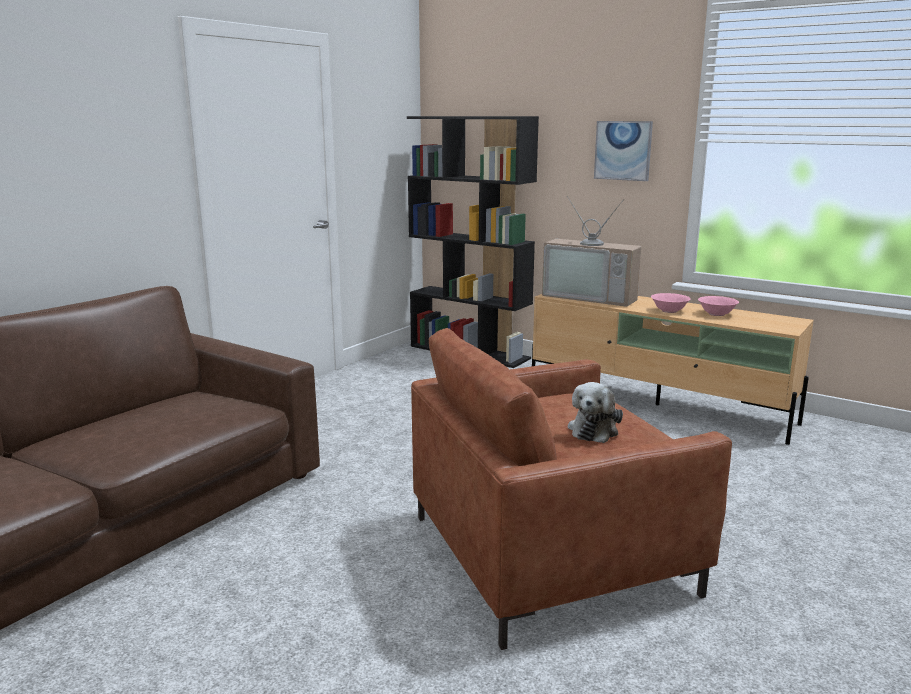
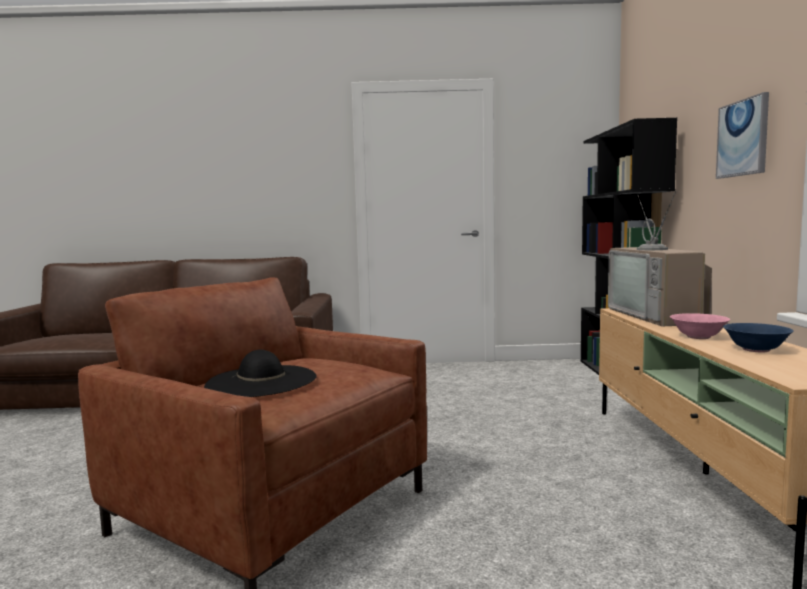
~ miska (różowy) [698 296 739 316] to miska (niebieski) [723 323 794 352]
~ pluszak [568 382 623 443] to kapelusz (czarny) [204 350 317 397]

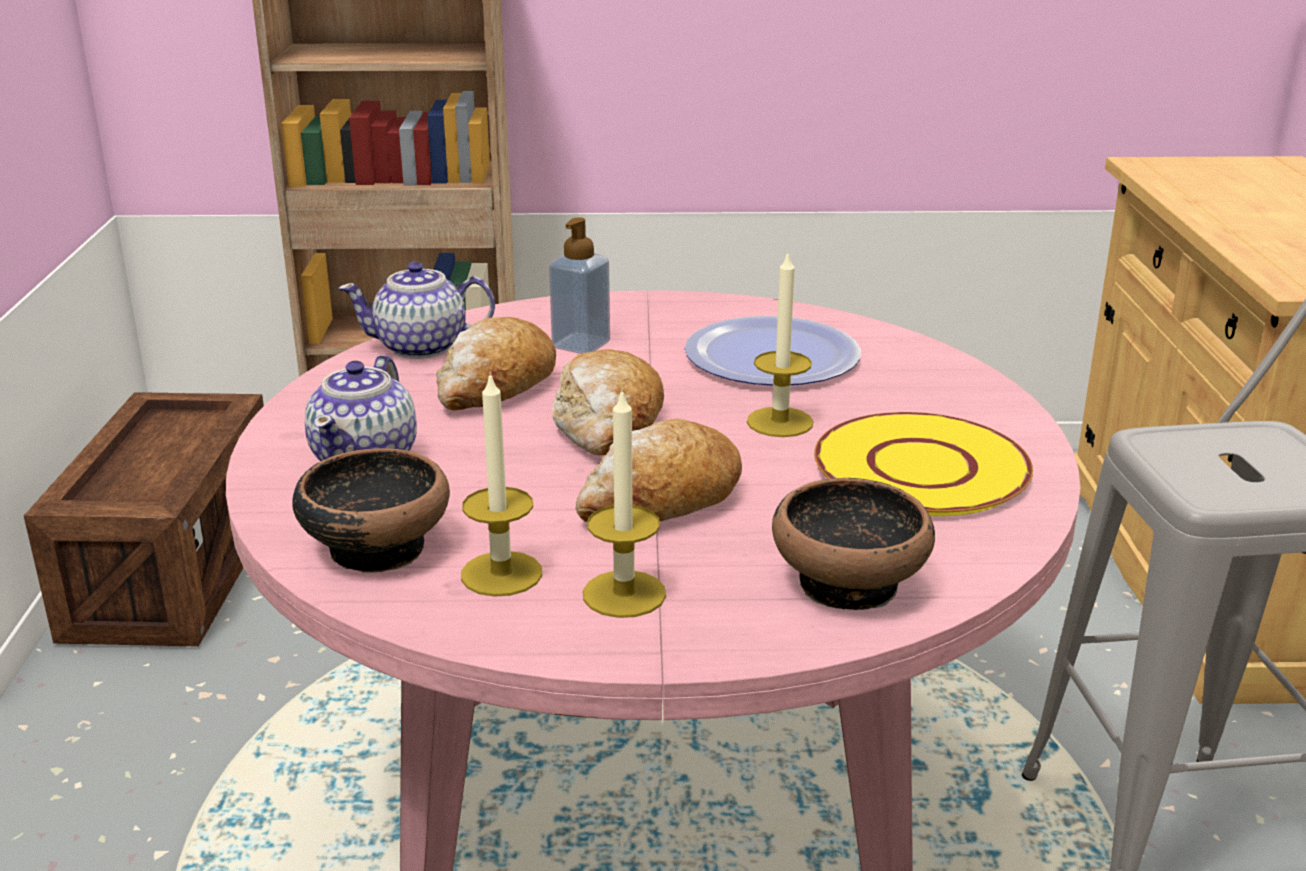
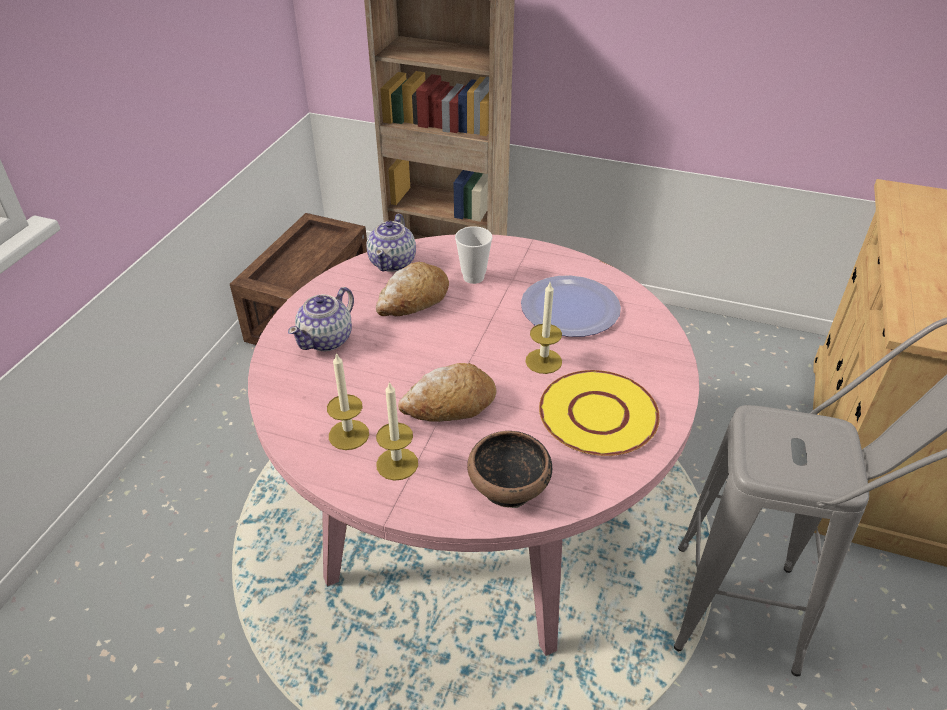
~ dozownik mydła [549 217 610 354] to filiżanka [455 226 493 284]
~ imbryk [338 261 495 359] = [366 214 416 272] 90 degrees counterclockwise
- chleb [553 350 664 455]
- miska [292 448 450 573]

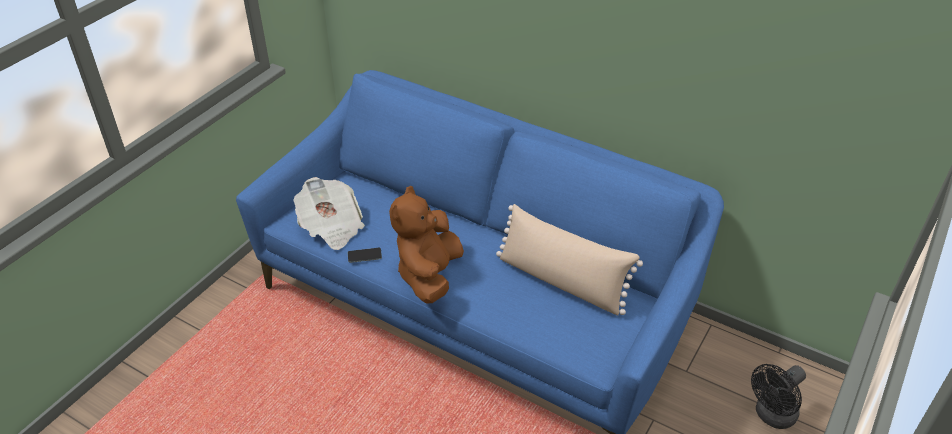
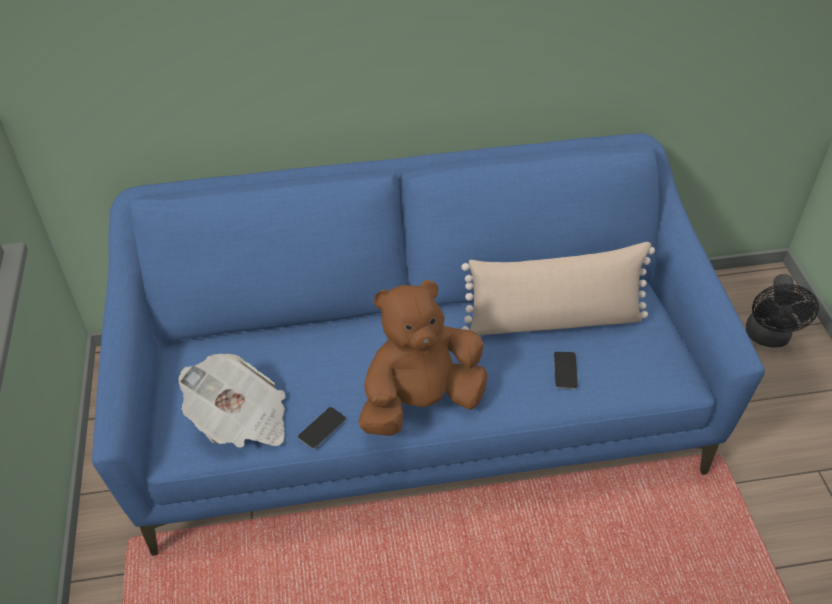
~ pluszak (brązowy) [389 186 464 304] = [358 280 488 436] 90 degrees clockwise
+ telefon [554 351 578 389]

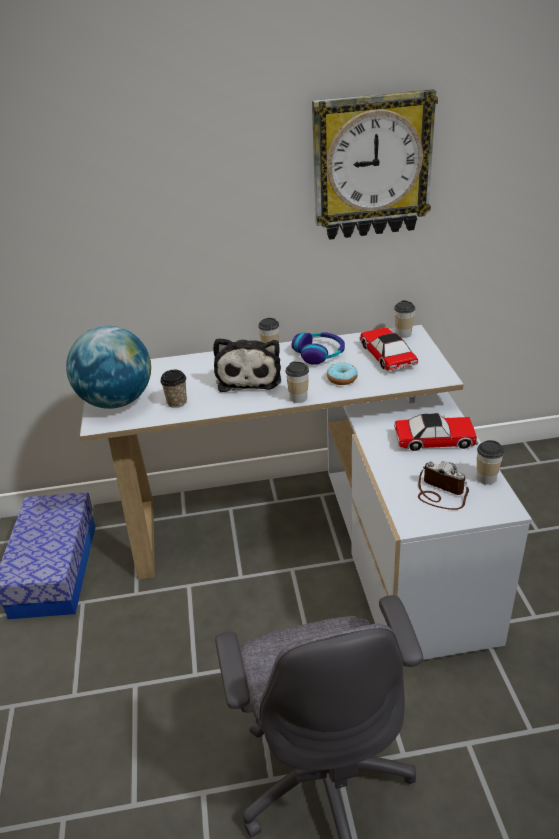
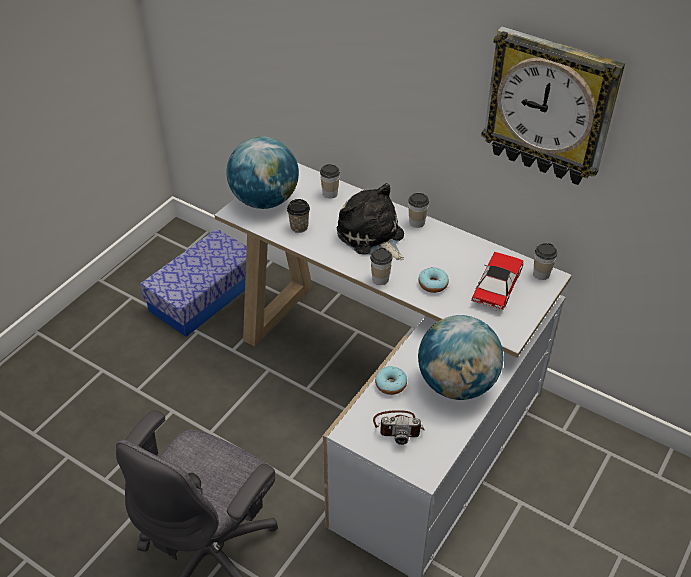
- słuchawki [291 332 345 365]
~ pluszak [213 338 281 392] = [337 183 404 260] 105 degrees clockwise
~ samochodzik [394 413 478 451] to globus [418 315 503 400]
~ filiżanka [477 440 504 485] to [320 164 340 198]
~ aparat fotograficzny [418 461 469 510] = [373 410 425 445] 105 degrees clockwise
+ donut [375 366 407 395]

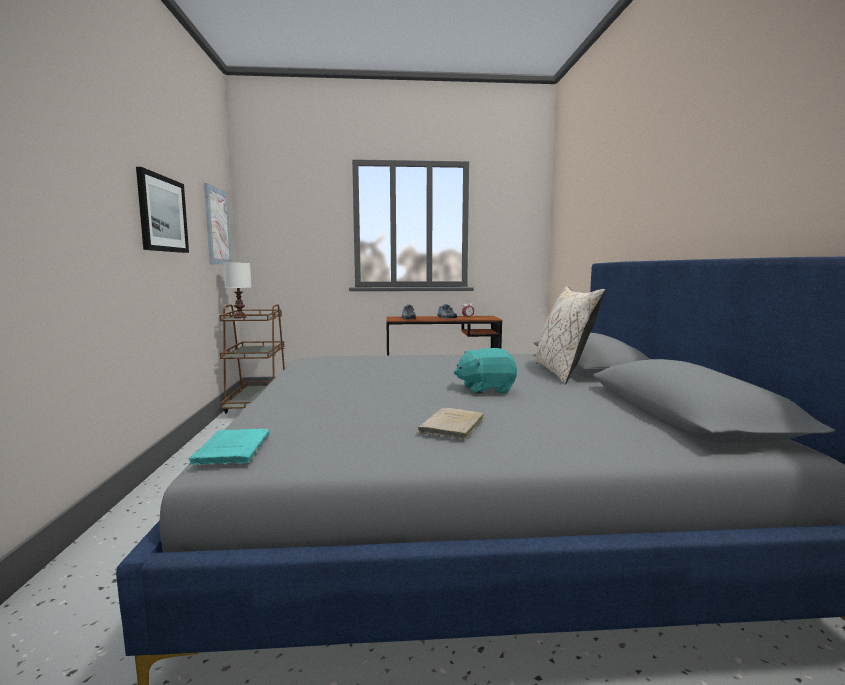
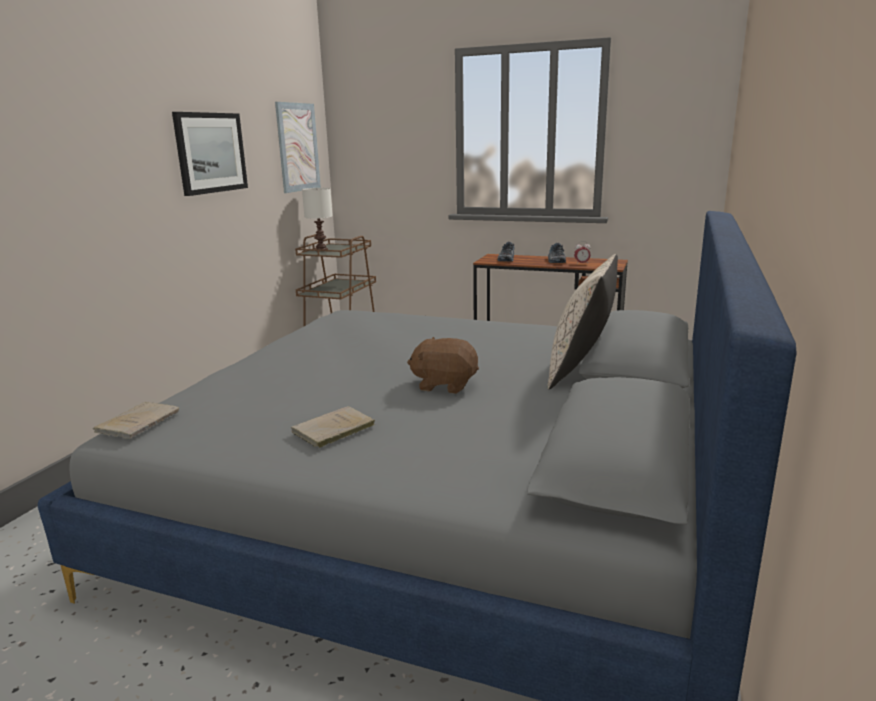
~ pluszak (turkusowy) [454 348 517 395] to pluszak (brązowy) [407 337 479 394]
~ książka (turkusowy) [188 428 269 465] to książka (beżowy) [93 402 179 439]

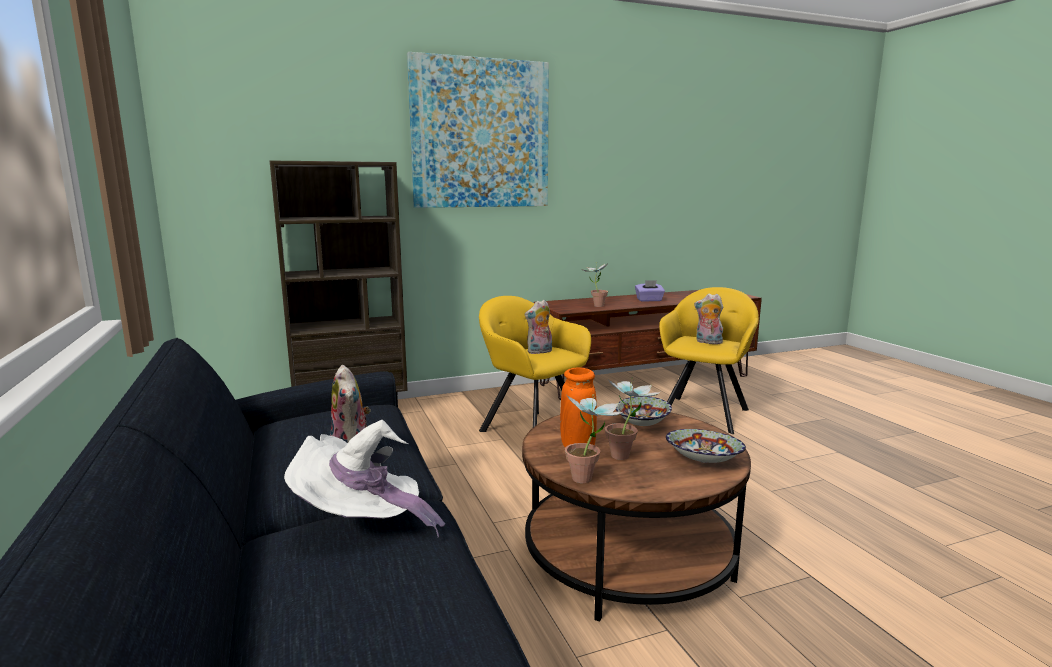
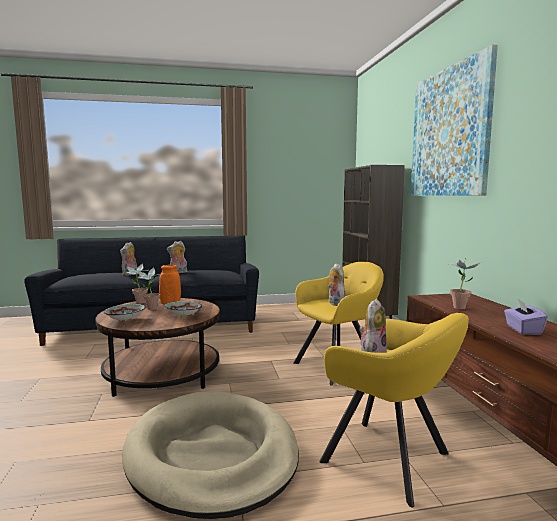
~ kapelusz (biały) [284 420 445 537] to pluszak [120 242 137 276]
+ legowisko (beżowy) [122 391 299 519]

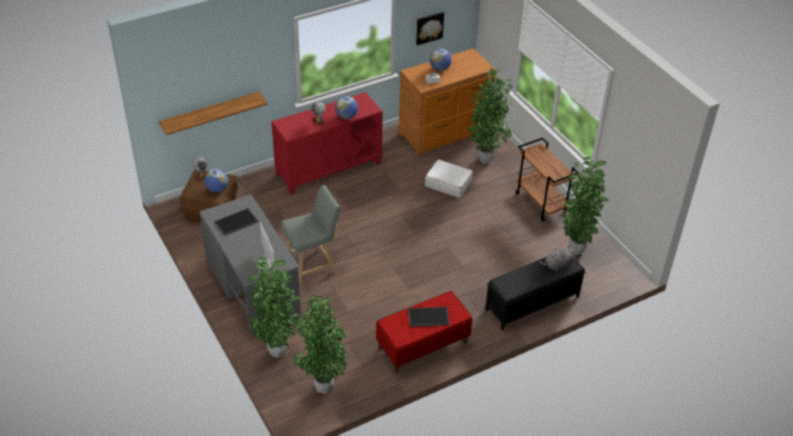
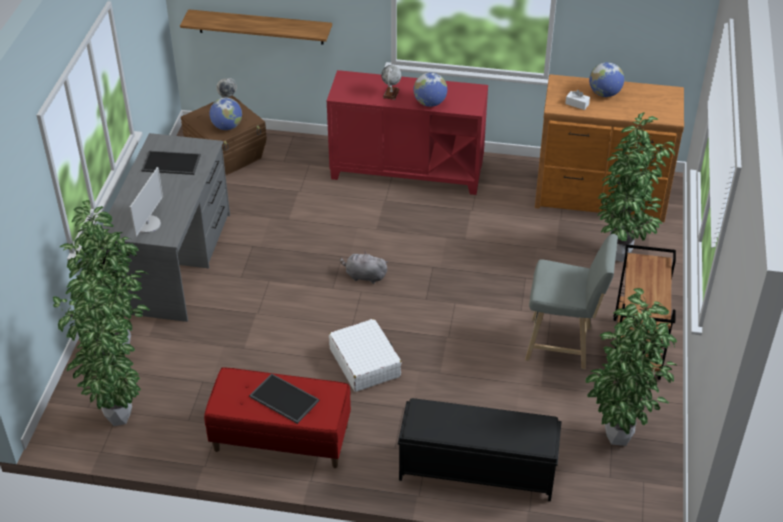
- obraz [416 12 444 45]
~ walizka (biały) [425 159 473 198] to [329 319 402 392]
~ stołek (szary) [281 185 340 286] to [525 234 618 369]
~ pluszak (szary) [539 248 575 272] to [340 251 388 284]

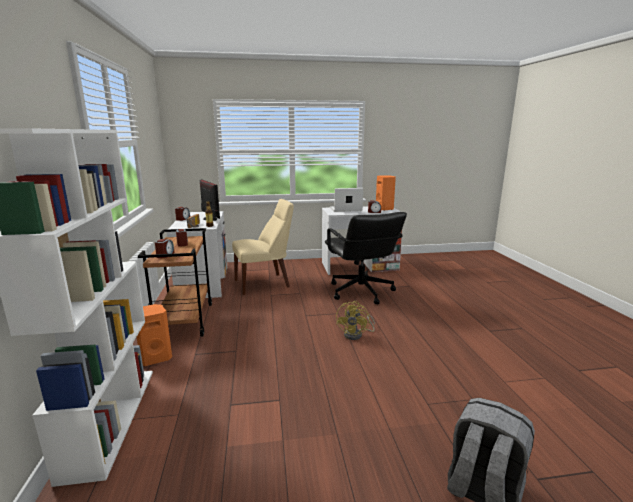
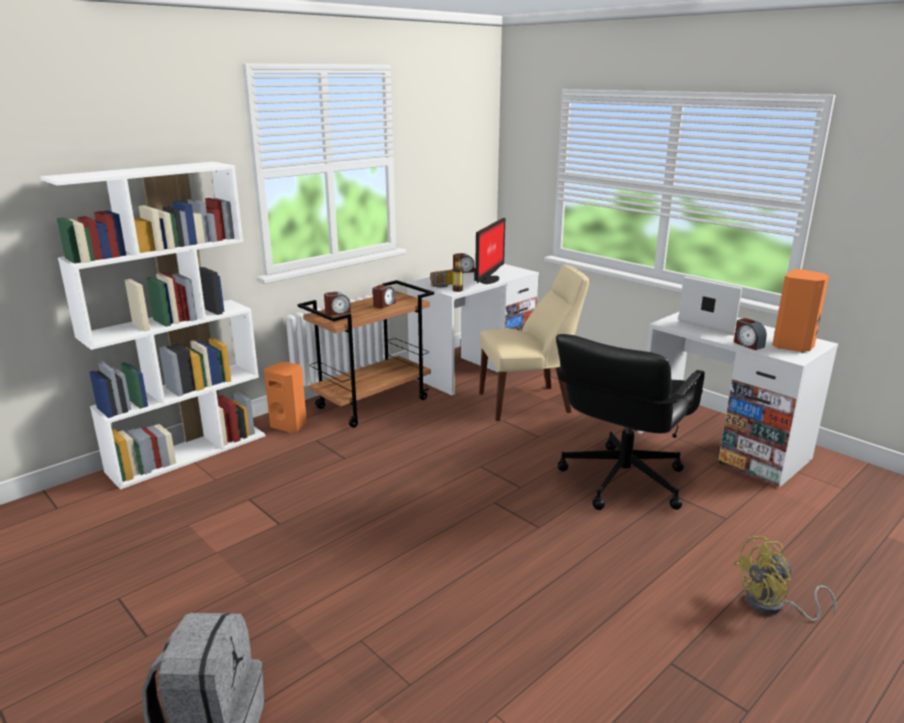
~ krzesło (beżowy) [232 199 294 295] = [479 264 589 421] 45 degrees counterclockwise
~ wentylator (żółty) [336 301 375 340] to [733 536 836 622]

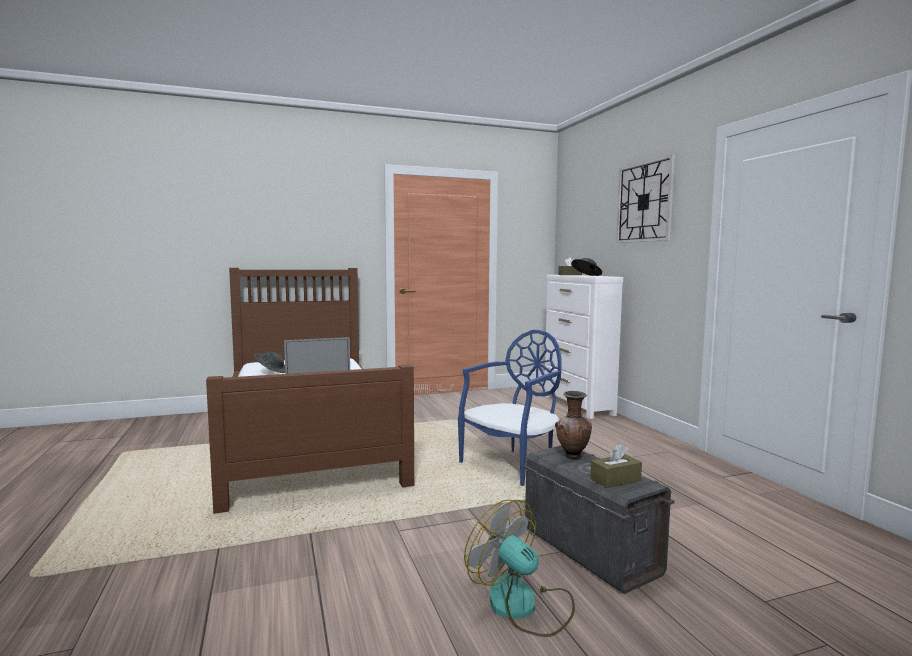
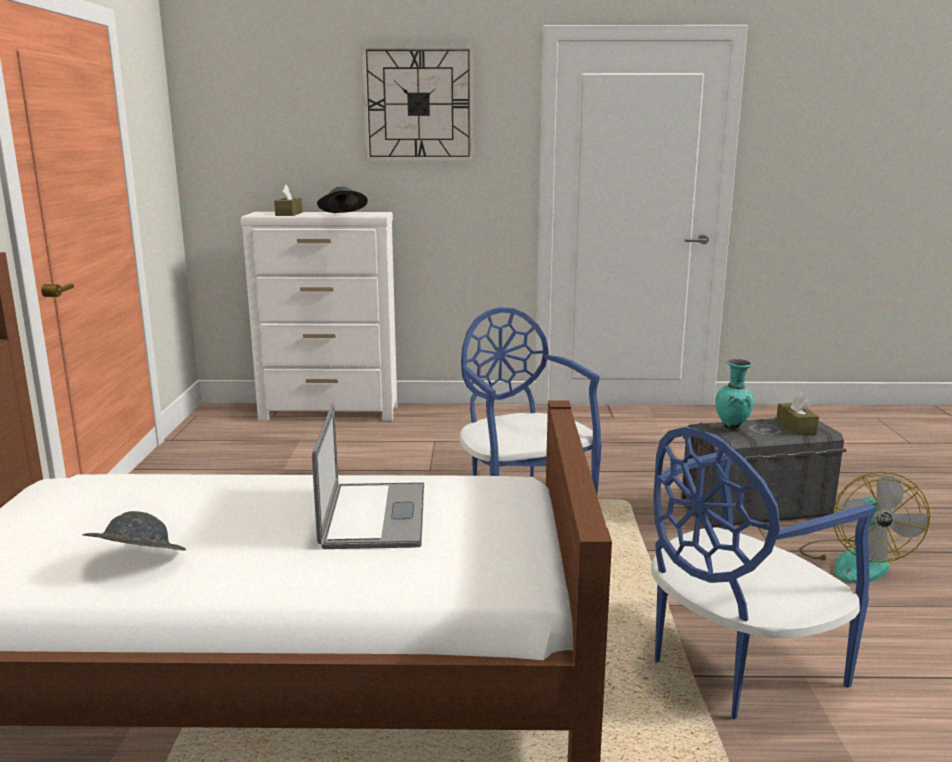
~ wazon (brązowy) [555 391 592 459] to wazon (turkusowy) [715 359 754 432]
~ wentylator [464 499 575 637] = [799 472 930 584] 60 degrees counterclockwise
+ krzesło (niebieski) [651 426 875 719]

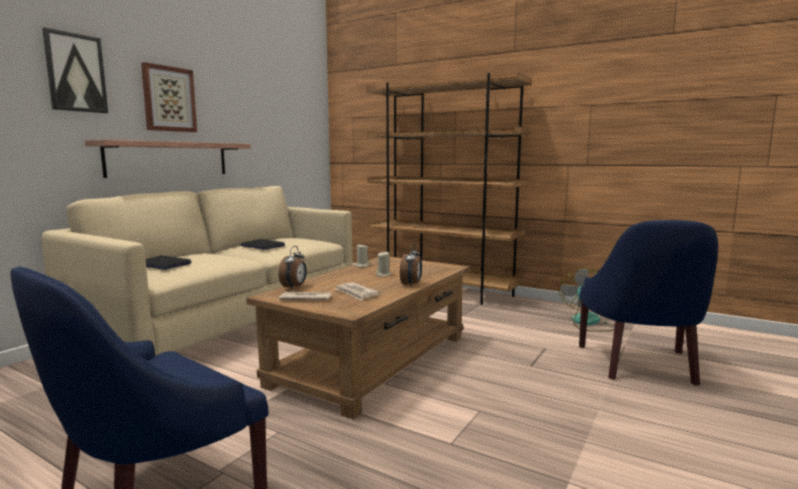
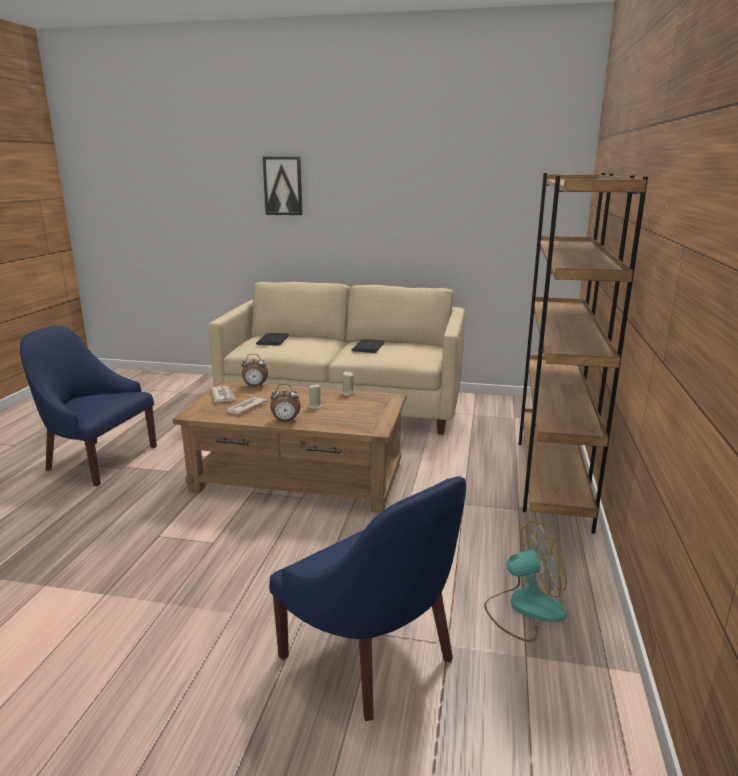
- obraz [141 62 197 132]
- półka [85 140 251 178]
~ fotel (niebieski) [579 220 718 386] = [269 476 466 721] 120 degrees counterclockwise

